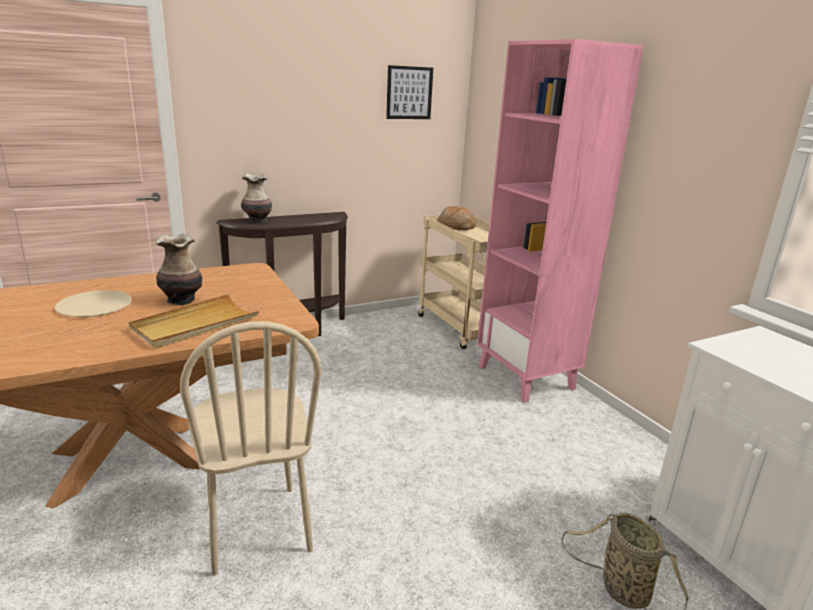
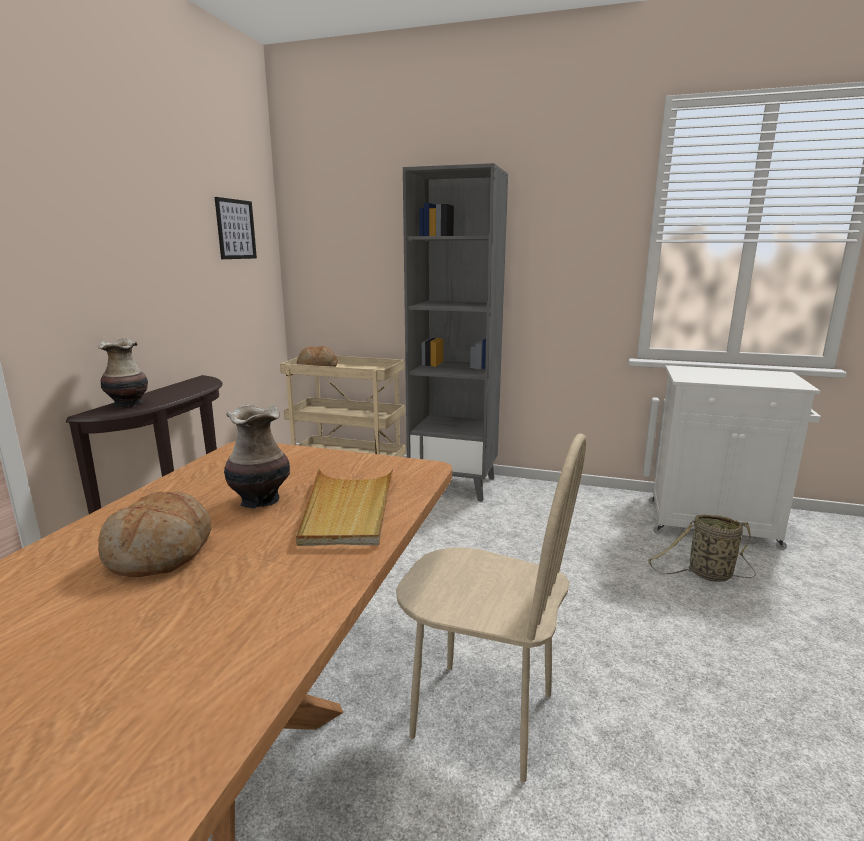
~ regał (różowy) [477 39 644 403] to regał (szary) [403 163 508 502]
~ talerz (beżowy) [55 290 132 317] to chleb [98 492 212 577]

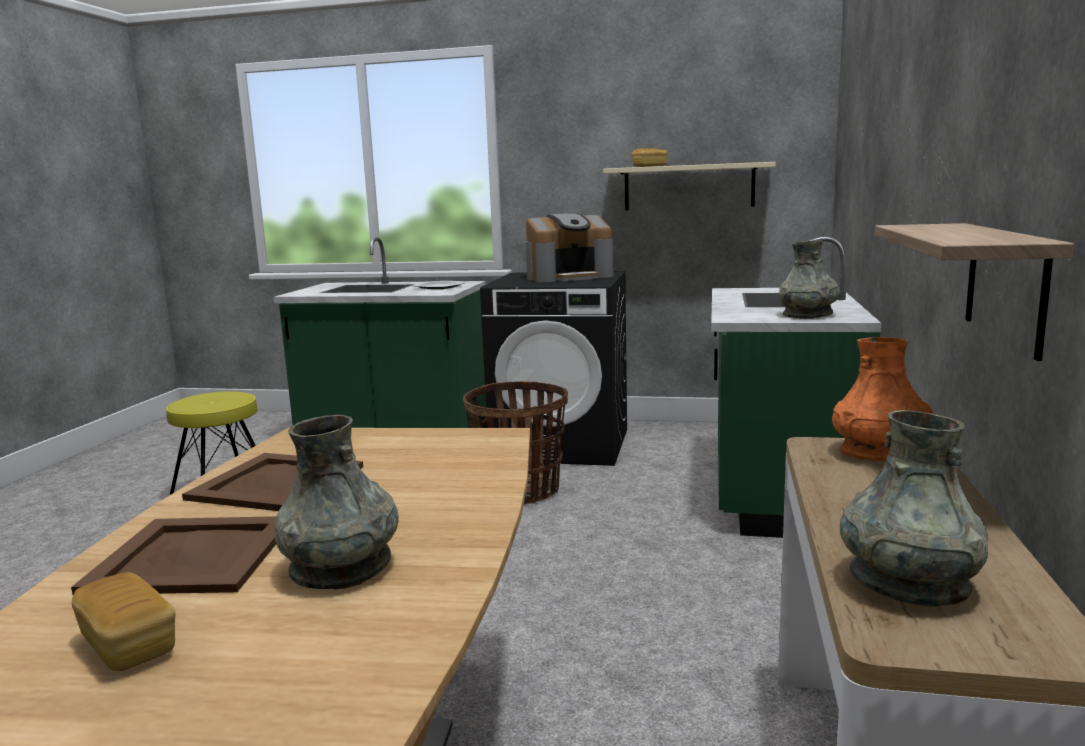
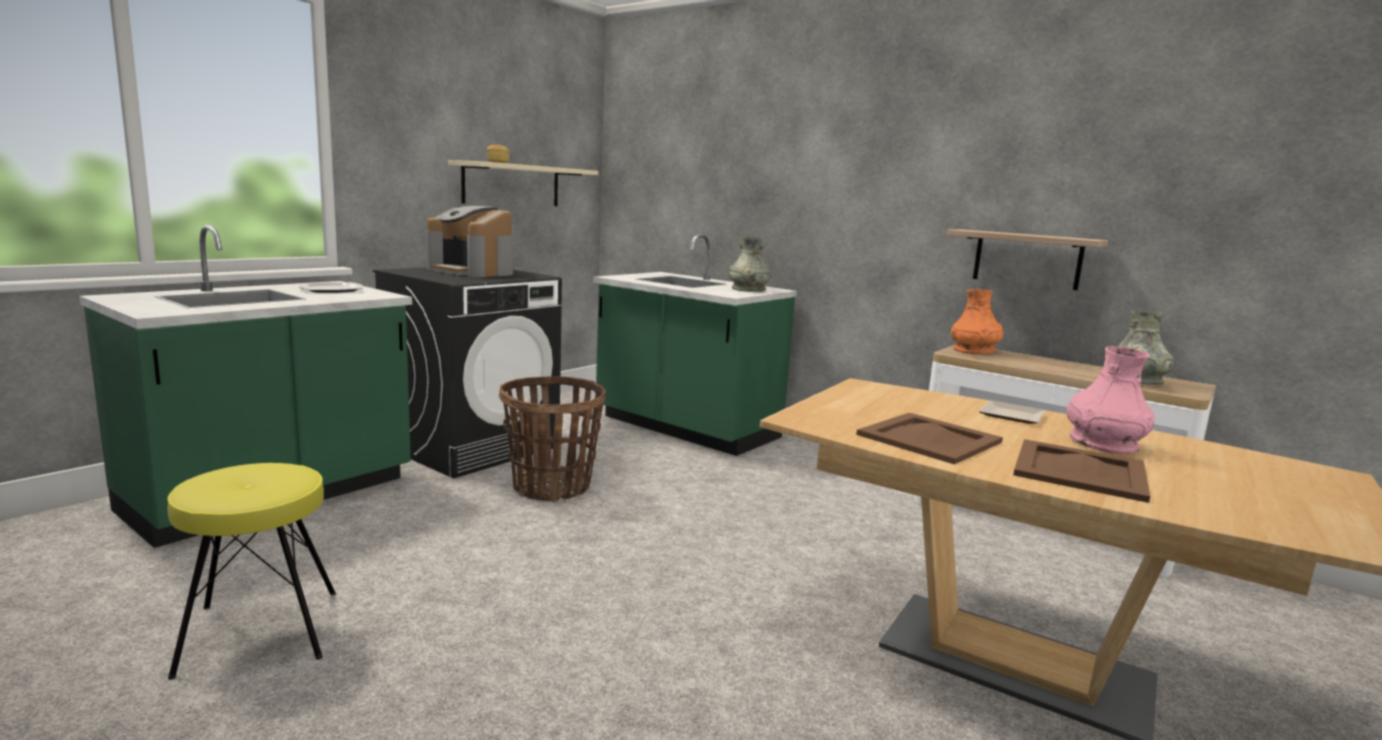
~ ekspres do kawy [526 213 614 282] = [426 206 513 277] 120 degrees clockwise
~ wazon (szary) [274 415 399 589] to wazon (różowy) [1067 346 1155 455]
- chleb [72 572 175 671]
+ talerz [979 400 1045 424]

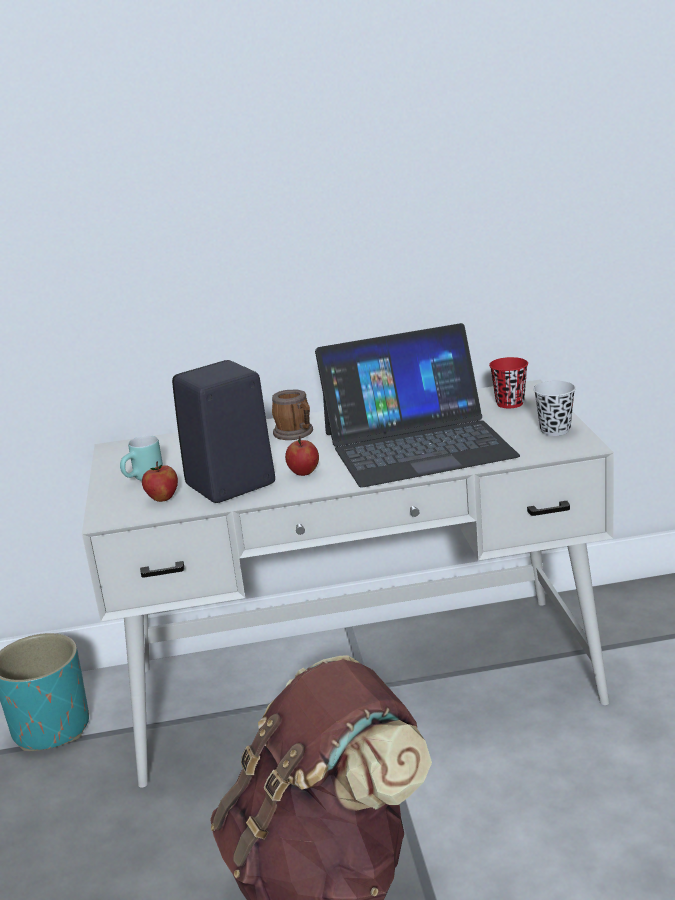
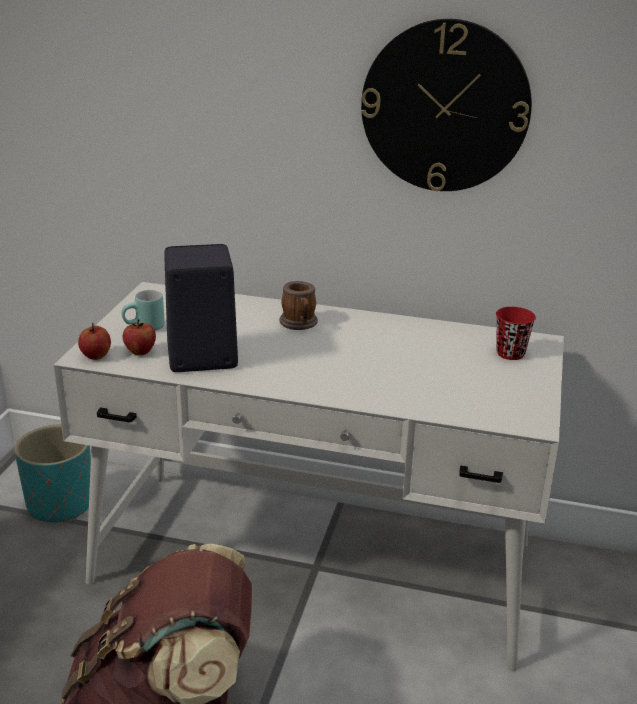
- laptop [315 323 520 487]
- filiżanka (czarny) [534 381 576 436]
~ jabłko [285 436 319 476] to [78 323 111 360]
+ zegar ścienny [361 19 532 191]

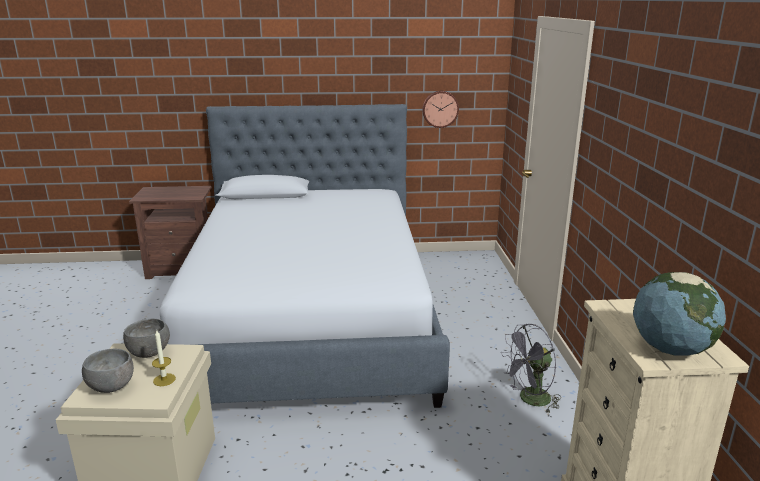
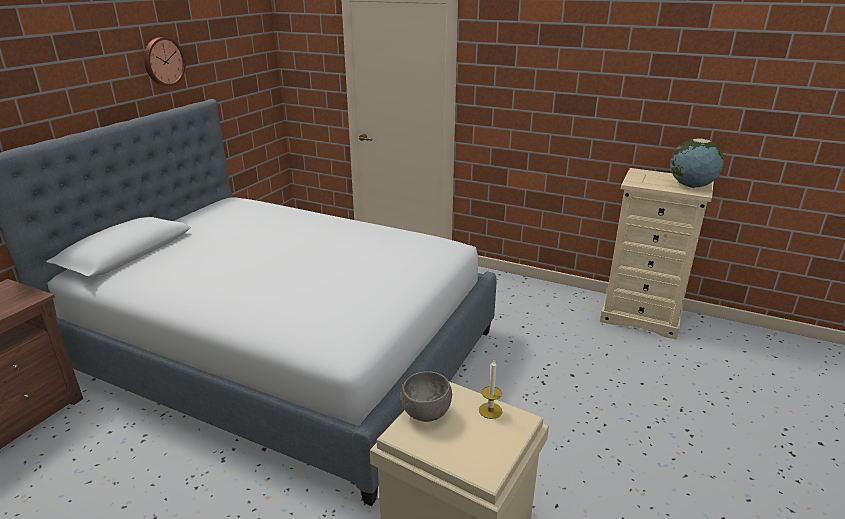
~ zegar ścienny [422 91 459 128] to [144 37 186 86]
- wentylator (szary) [501 324 561 413]
- miska (szary) [82 349 134 393]

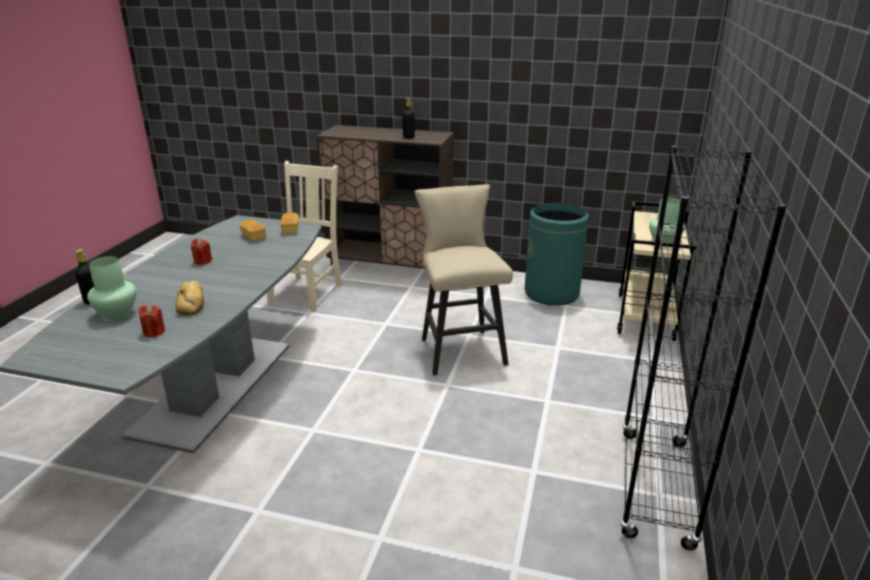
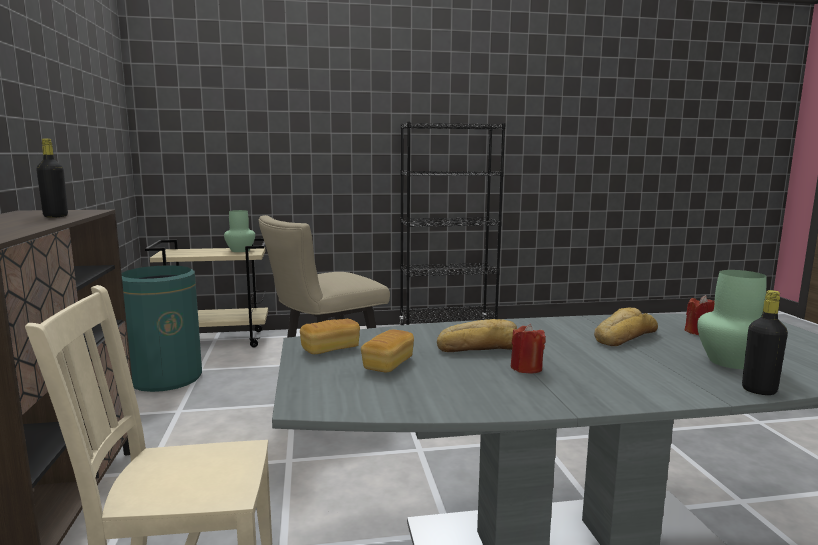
+ chleb [437 319 517 352]

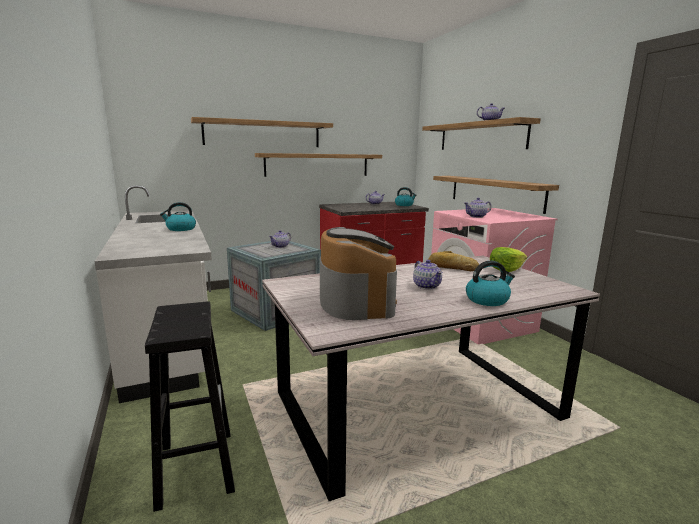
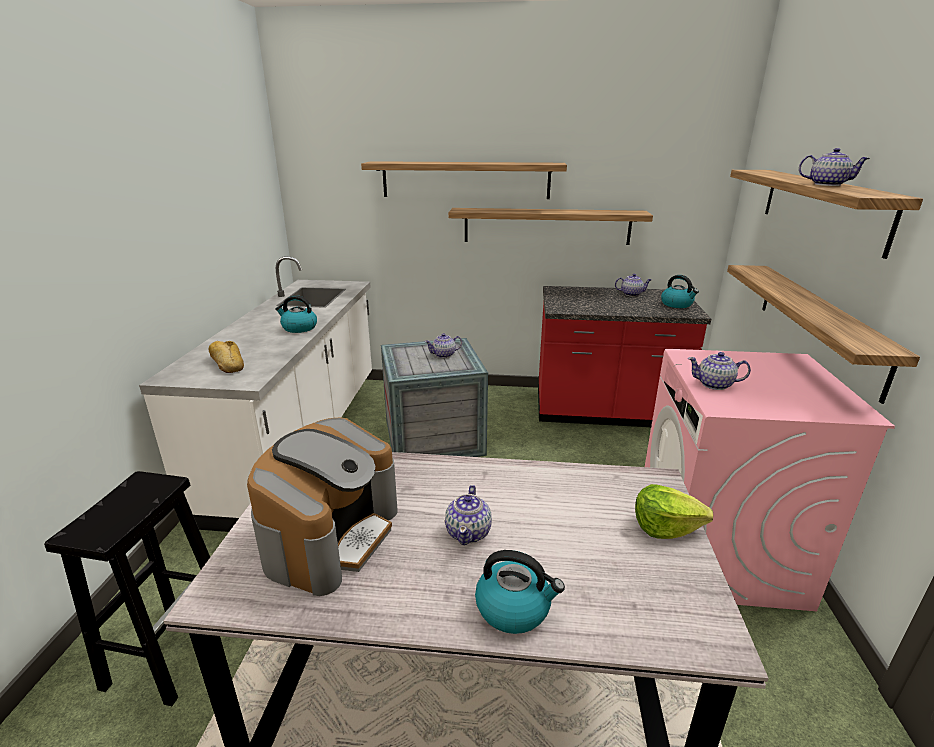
~ chleb [428 251 479 271] to [209 341 244 373]

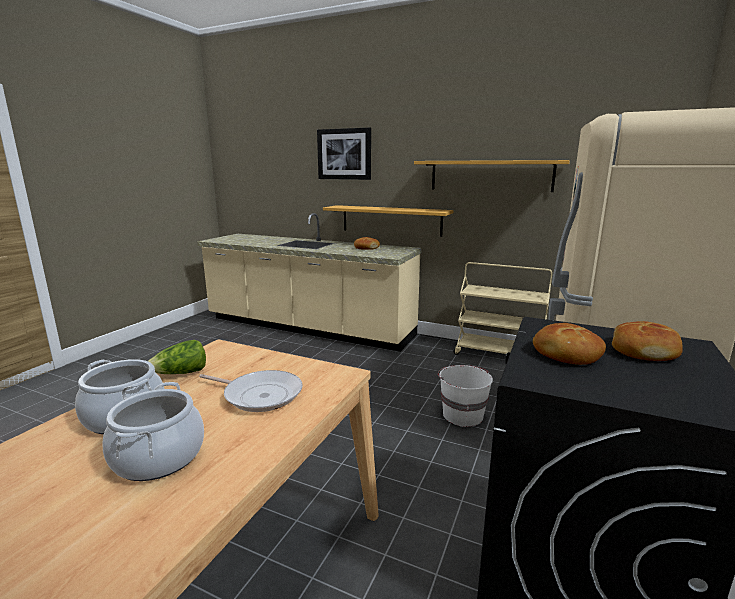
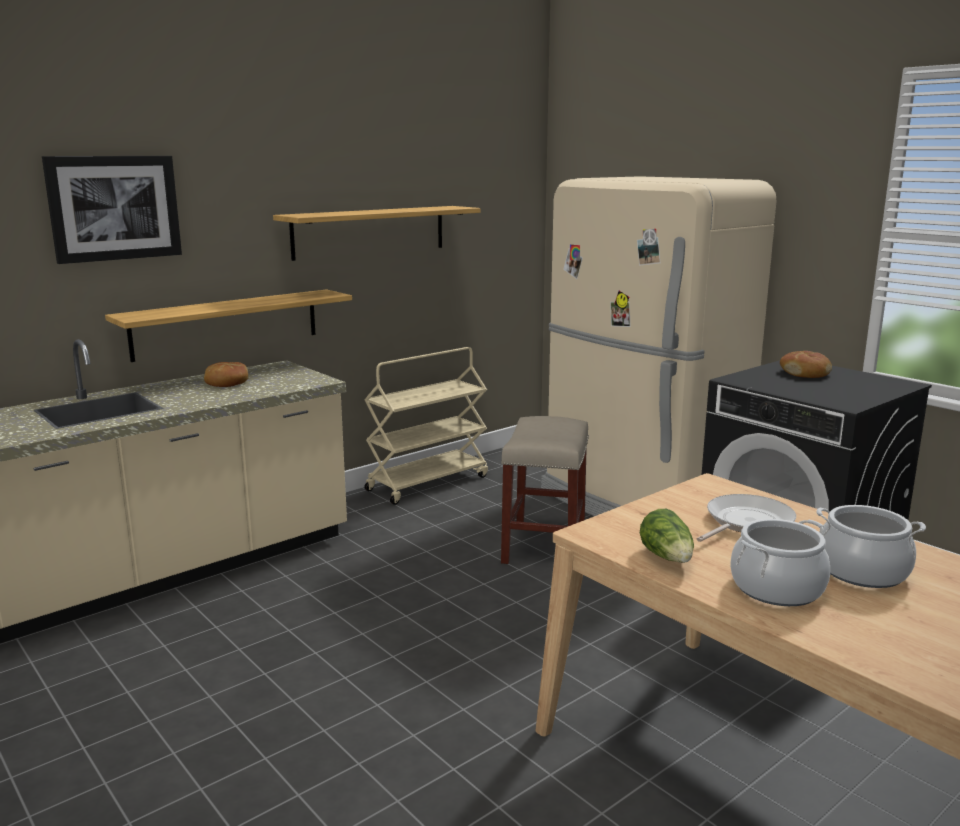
- chleb [533 323 606 365]
~ wiadro (biały) [438 365 493 427] to stołek (beżowy) [501 416 589 564]

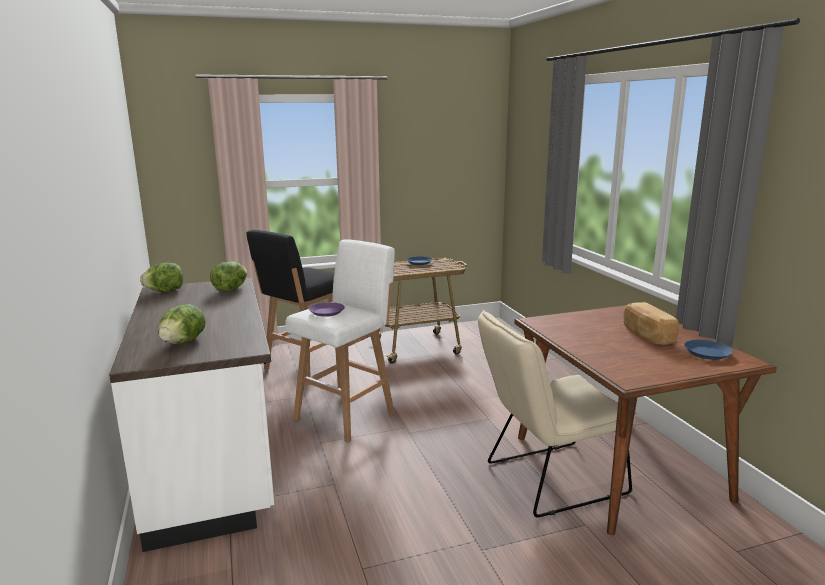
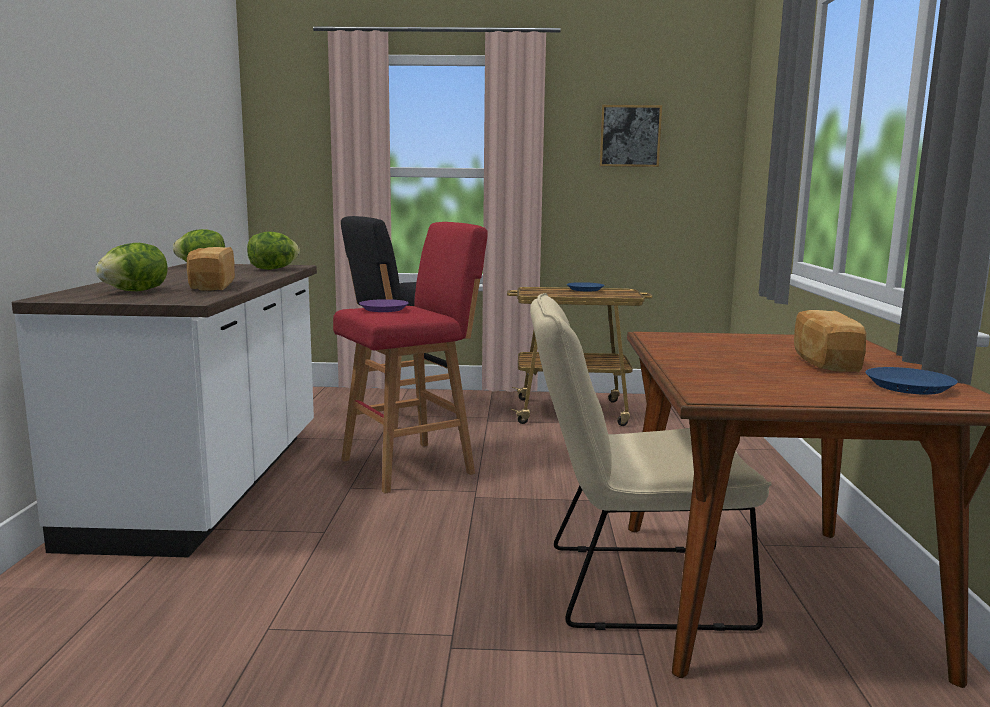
~ stołek (biały) [285 239 395 443] to stołek (czerwony) [333 222 487 494]
+ obraz [599 105 662 167]
+ chleb [187 247 235 291]

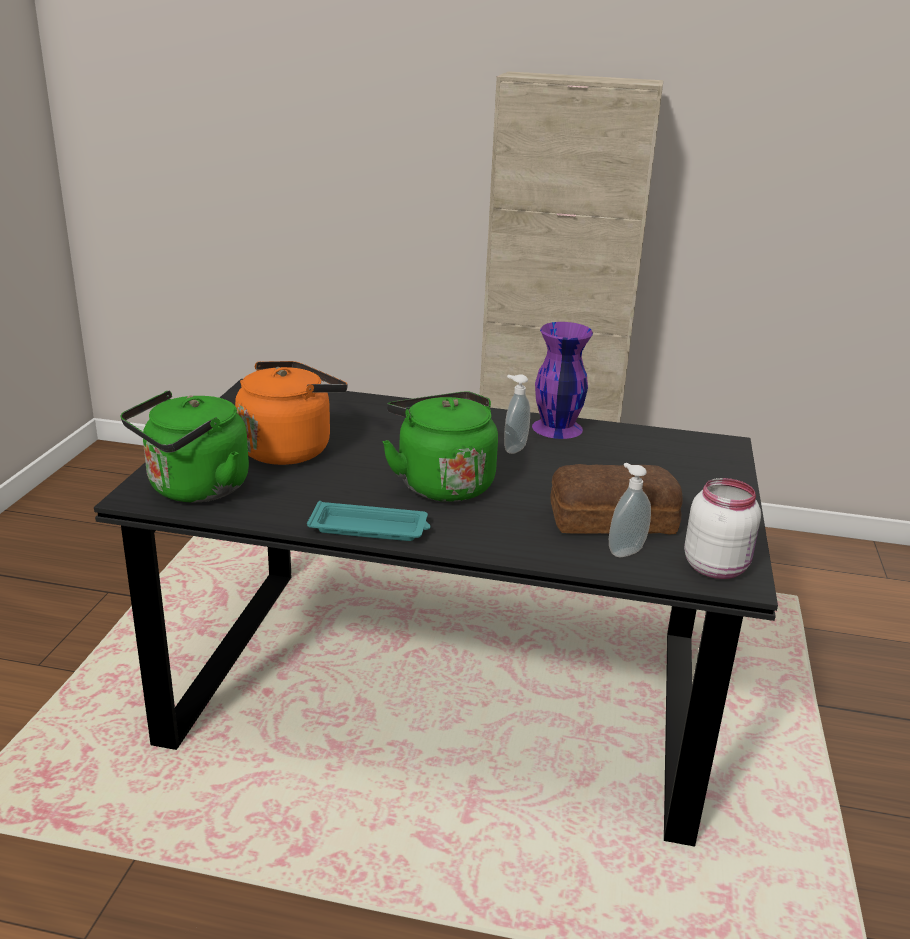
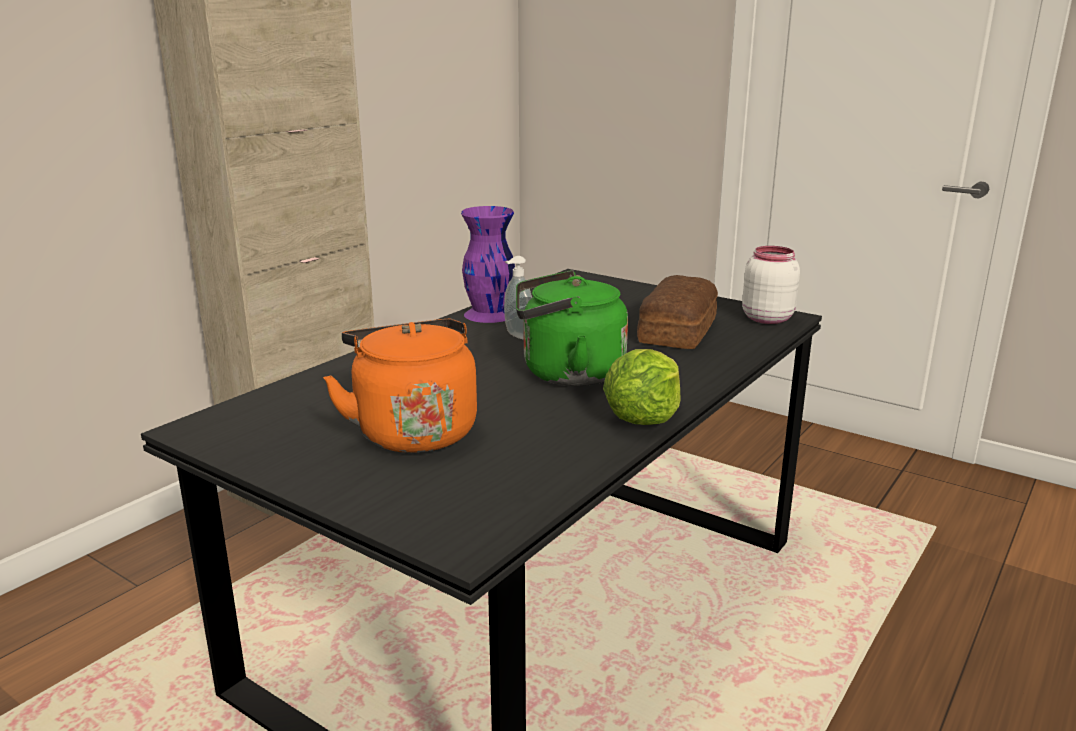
- czajnik (zielony) [121 390 249 502]
- dozownik mydła [609 463 651 557]
~ taca (turkusowy) [307 501 431 541] to sałata [603 349 680 425]

